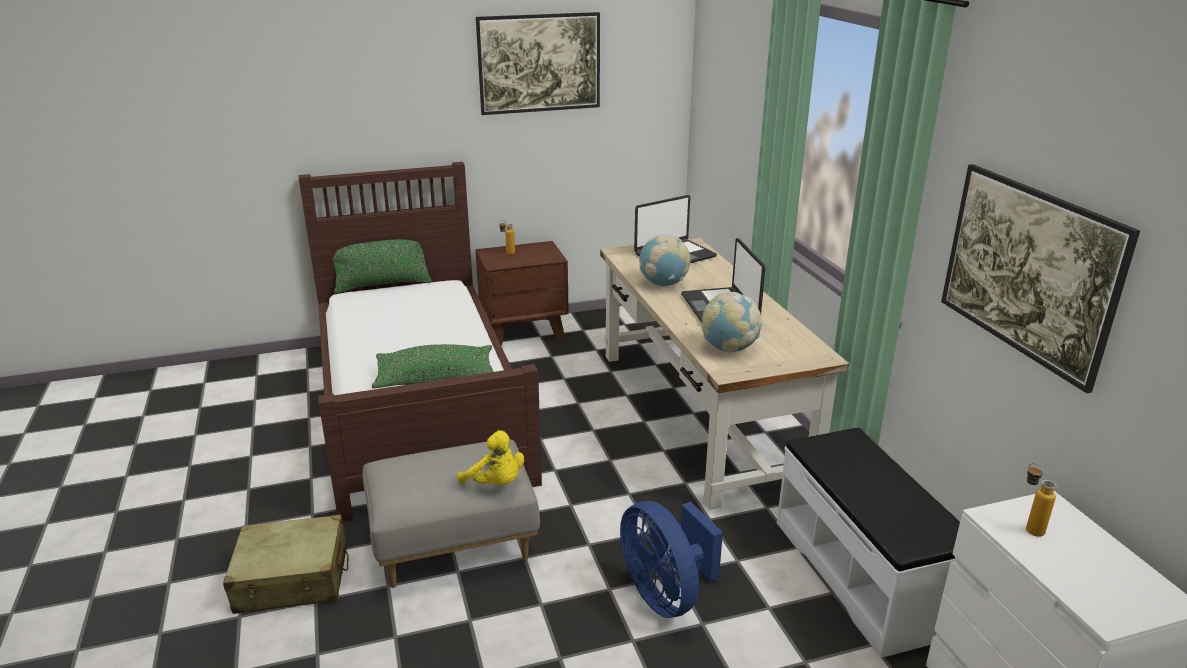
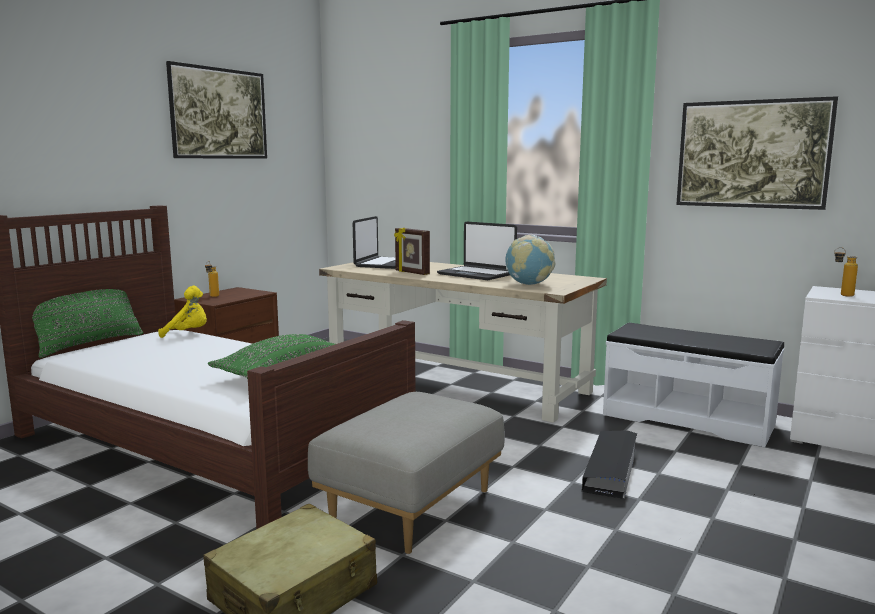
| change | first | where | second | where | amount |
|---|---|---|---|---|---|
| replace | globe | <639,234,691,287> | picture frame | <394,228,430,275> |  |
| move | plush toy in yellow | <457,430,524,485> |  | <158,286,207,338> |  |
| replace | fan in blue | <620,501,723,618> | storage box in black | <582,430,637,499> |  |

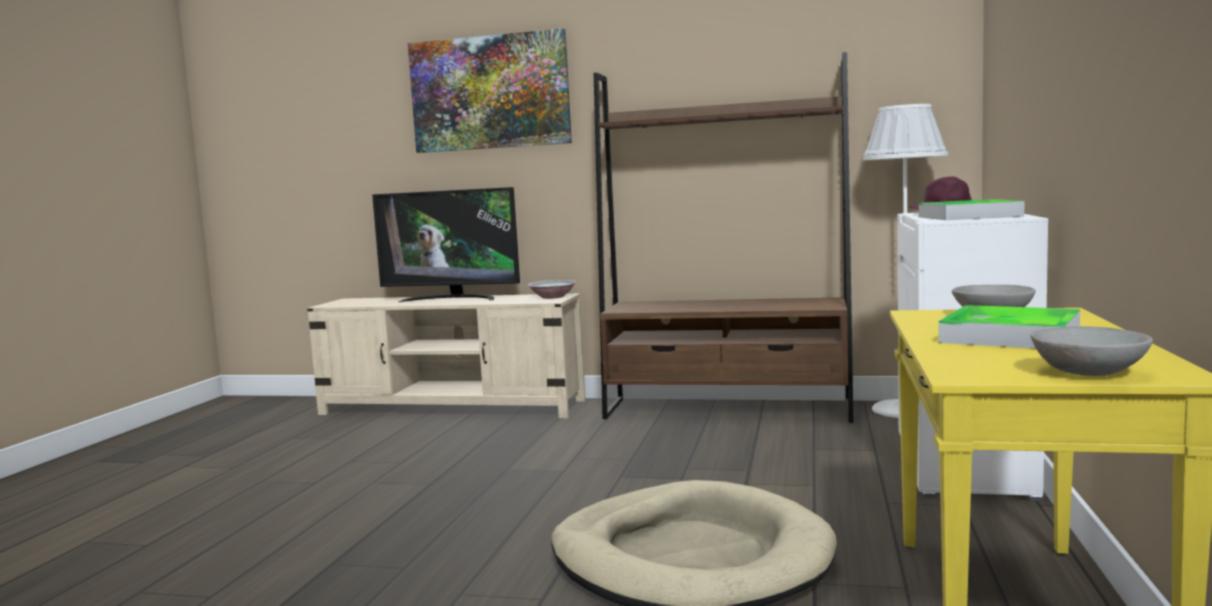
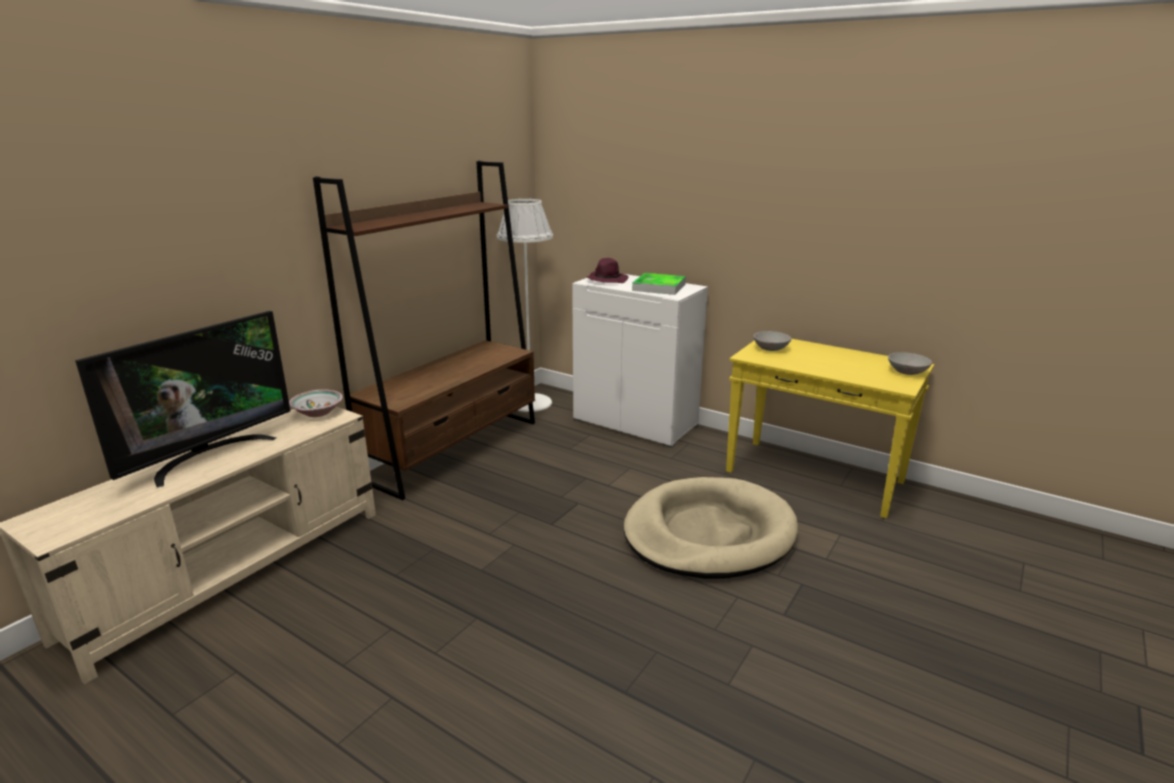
| change | first | where | second | where | amount |
|---|---|---|---|---|---|
| delete | picture | <408,28,572,153> |  |  |  |
| delete | tray | <939,305,1080,349> |  |  |  |

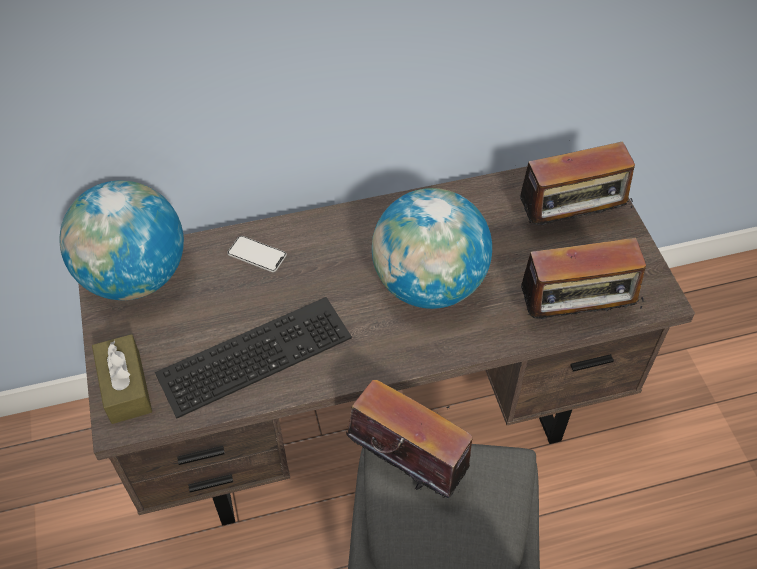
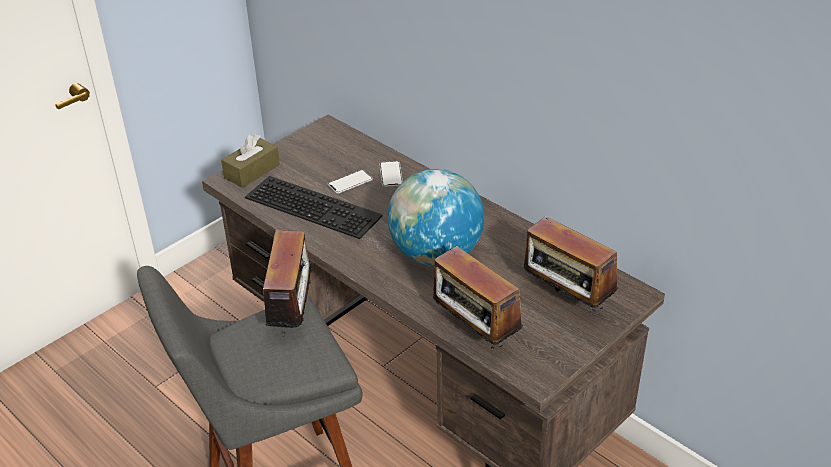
| change | first | where | second | where | amount |
|---|---|---|---|---|---|
| delete | globe | <59,181,184,300> |  |  |  |
| insert |  |  | phone | <328,170,373,194> |  |

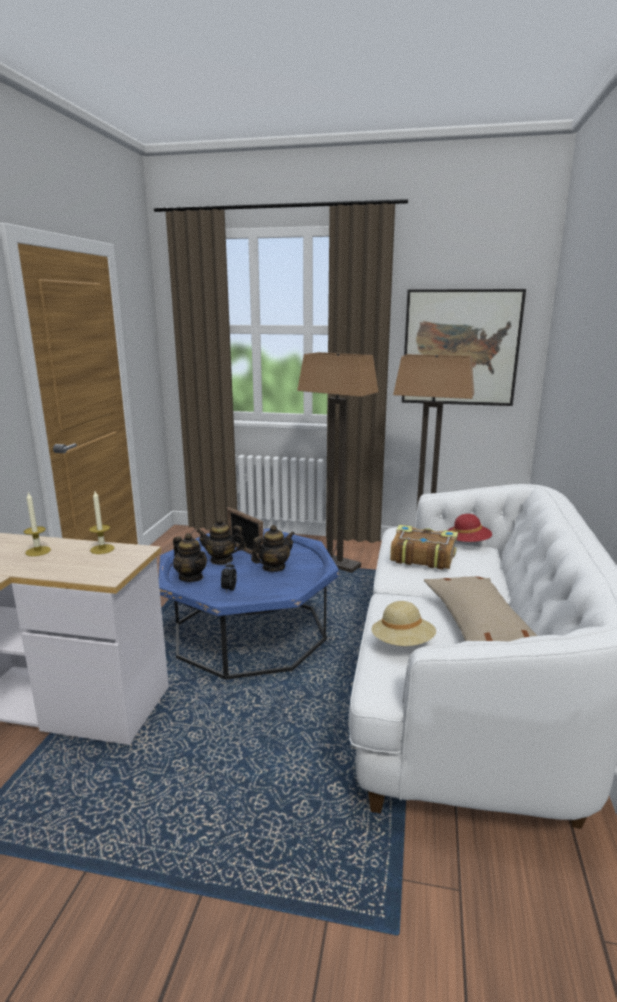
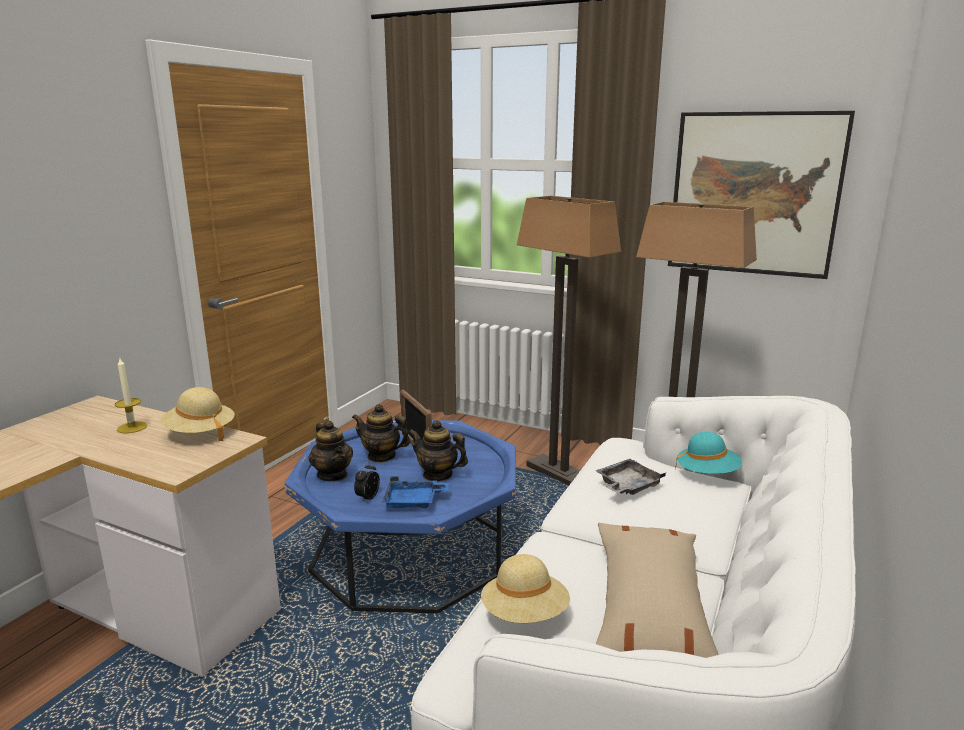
| change | first | where | second | where | amount |
|---|---|---|---|---|---|
| replace | candle | <89,491,115,554> | hat in beige | <160,387,235,441> |  |
| recolor | hat in red | <447,514,492,542> | hat in turquoise | <675,432,742,474> |  |
| rotate | teapot | <251,525,295,572> |  | <409,420,468,482> | 135 degrees counterclockwise |
| replace | book | <390,525,458,570> | tray in grey | <596,459,666,495> |  |
| insert |  |  | tray in blue | <382,476,449,508> |  |

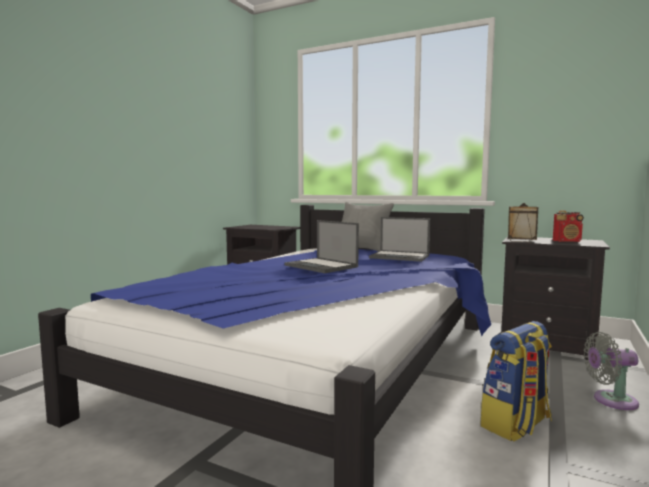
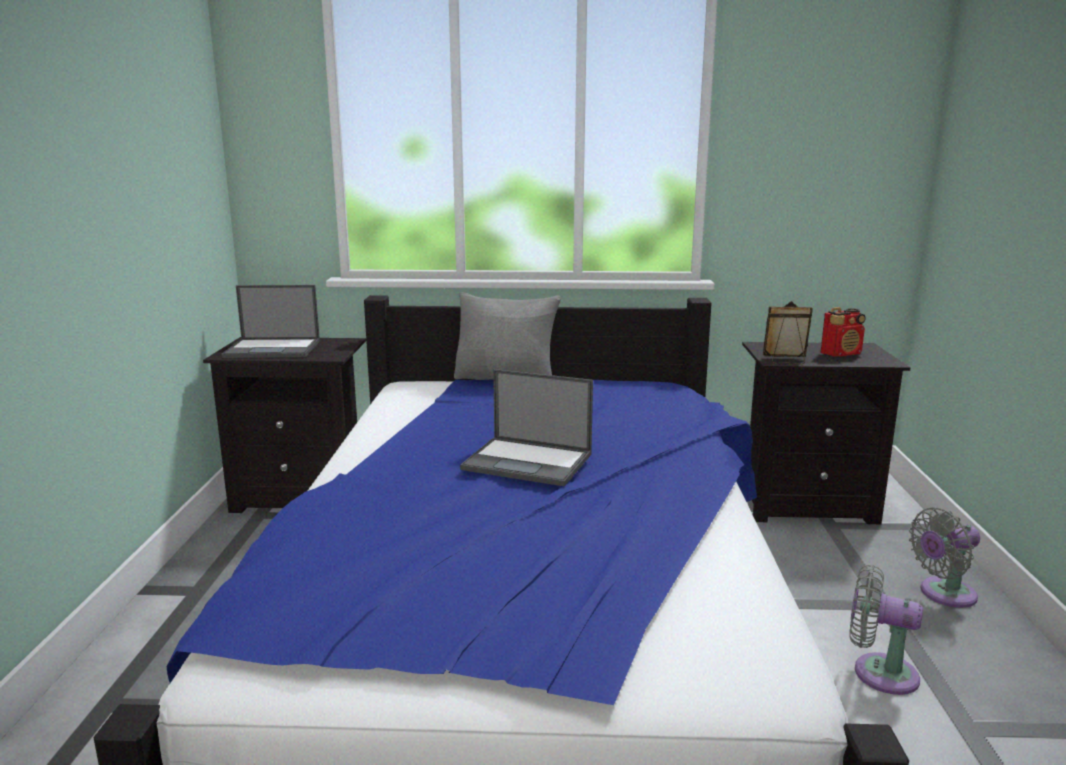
| change | first | where | second | where | amount |
|---|---|---|---|---|---|
| move | laptop | <369,217,430,262> |  | <221,285,320,358> |  |
| replace | backpack | <480,321,552,442> | fan in grey | <849,565,923,695> |  |

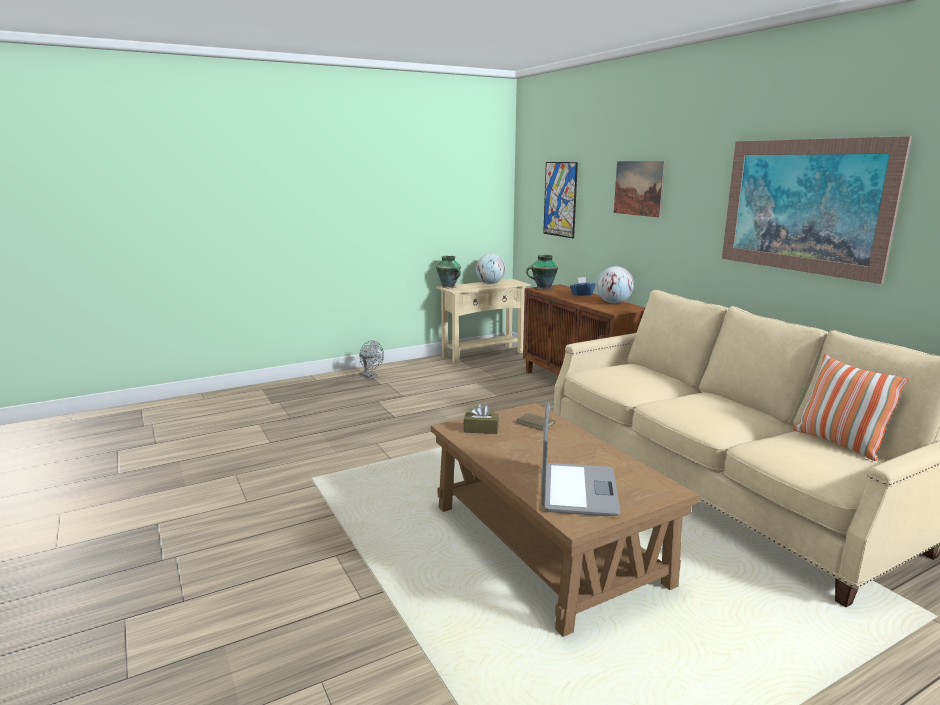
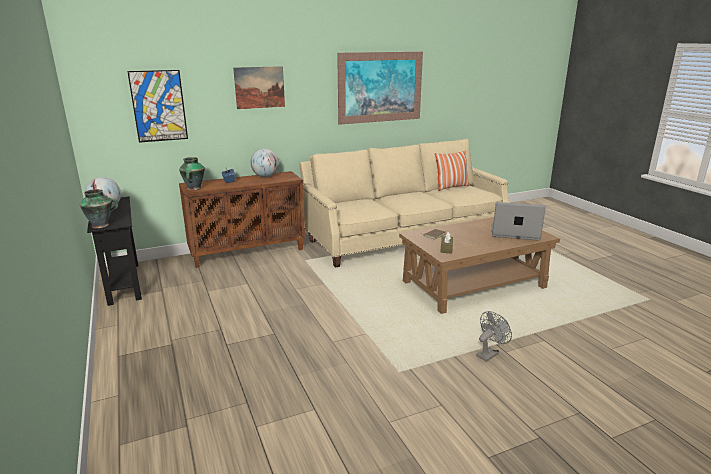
| change | first | where | second | where | amount |
|---|---|---|---|---|---|
| recolor | console table in beige | <436,279,531,364> | console table in black | <87,197,142,306> |  |
| move | fan in grey | <359,340,384,379> |  | <476,311,512,362> |  |

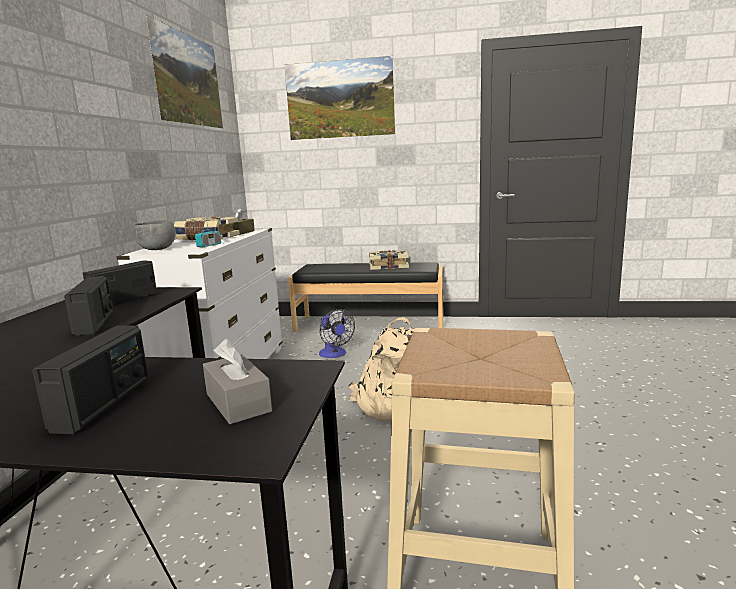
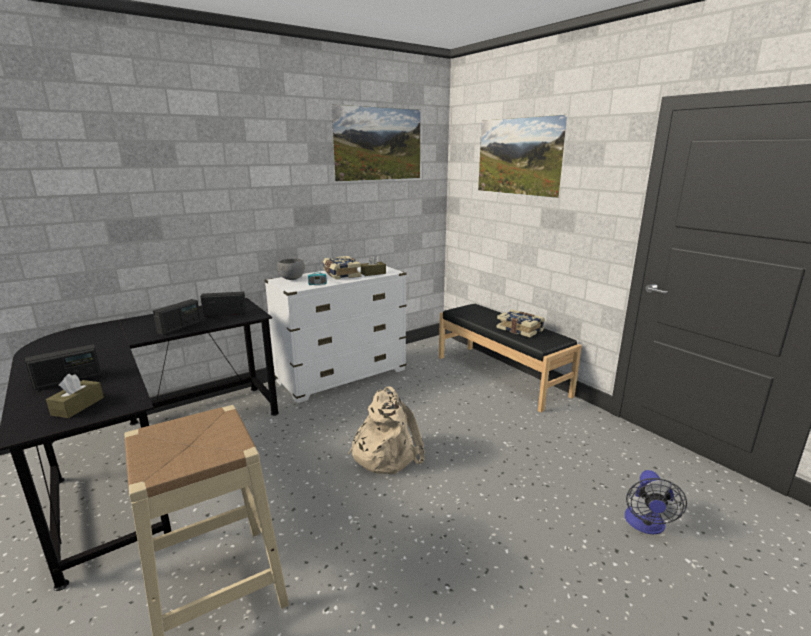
| change | first | where | second | where | amount |
|---|---|---|---|---|---|
| move | fan | <319,309,355,358> |  | <625,470,687,535> |  |
| recolor | tissue box in grey | <203,339,273,424> | tissue box in brown | <46,374,104,418> |  |

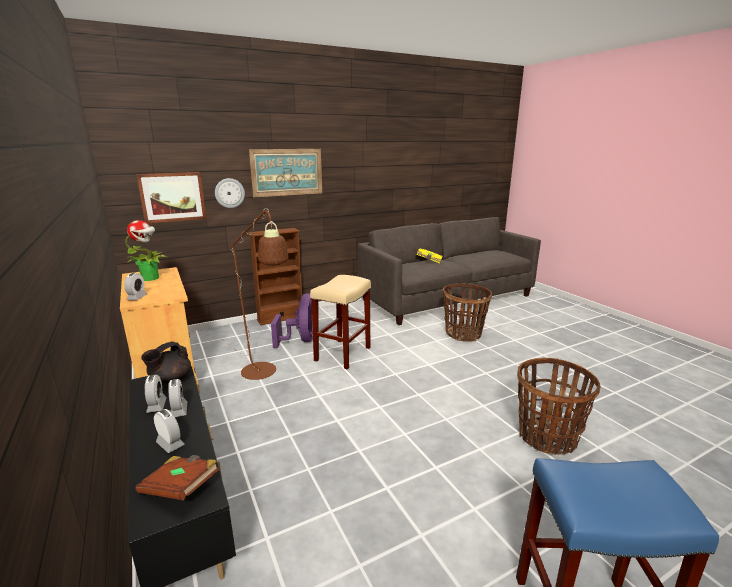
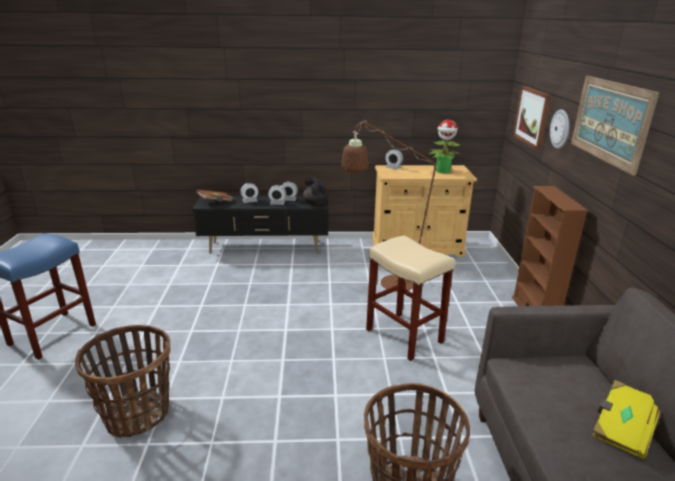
| change | first | where | second | where | amount |
|---|---|---|---|---|---|
| delete | fan in purple | <271,293,313,348> |  |  |  |

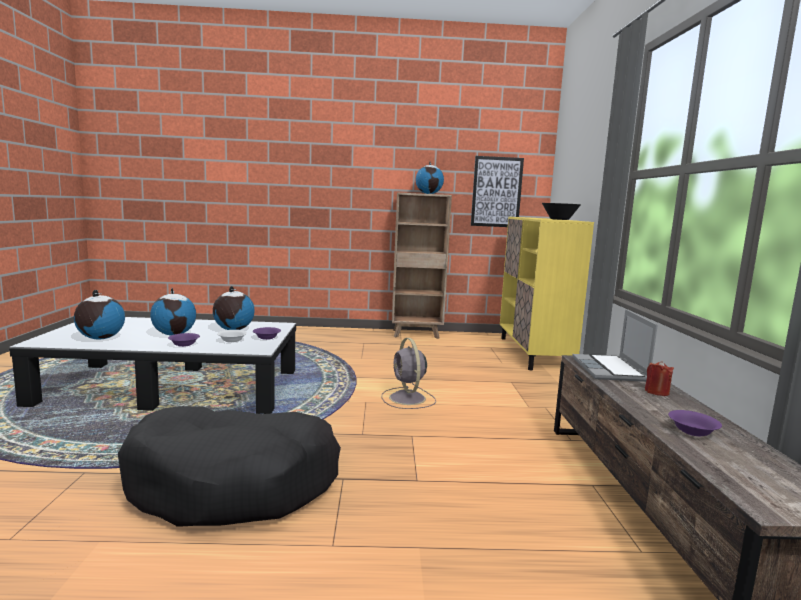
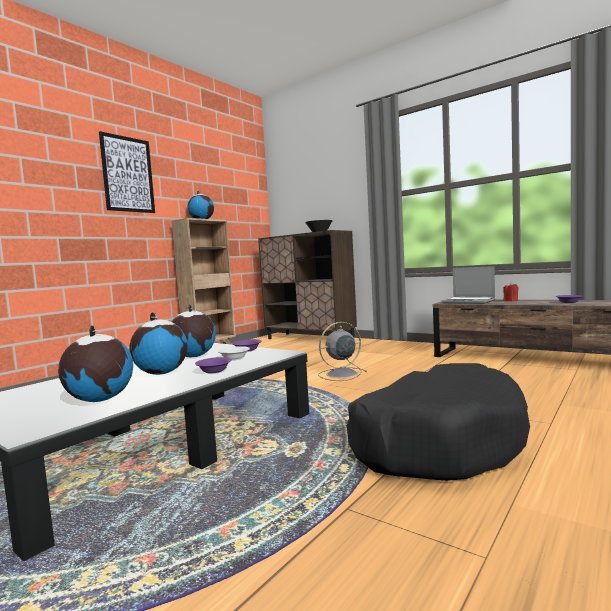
| change | first | where | second | where | amount |
|---|---|---|---|---|---|
| move | picture | <471,156,524,227> |  | <99,131,155,213> |  |
| recolor | cabinet in yellow | <500,217,594,370> | cabinet in brown | <258,230,357,339> |  |
| rotate | fan in grey | <382,338,436,409> |  | <318,322,368,381> | 135 degrees clockwise |

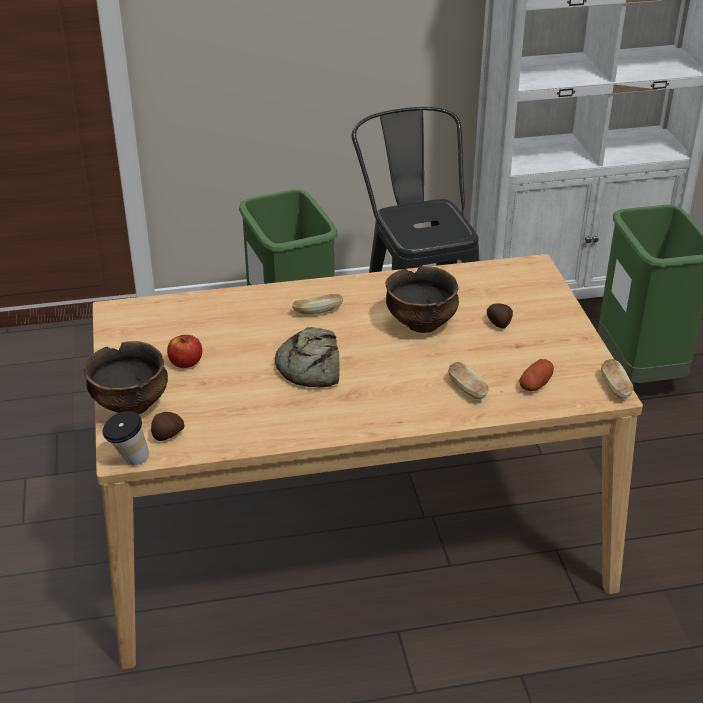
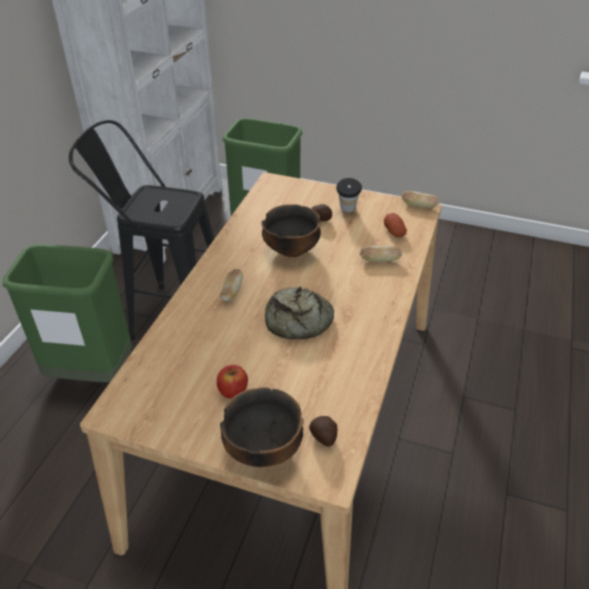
| change | first | where | second | where | amount |
|---|---|---|---|---|---|
| move | cup | <102,411,149,465> |  | <336,178,362,212> |  |

